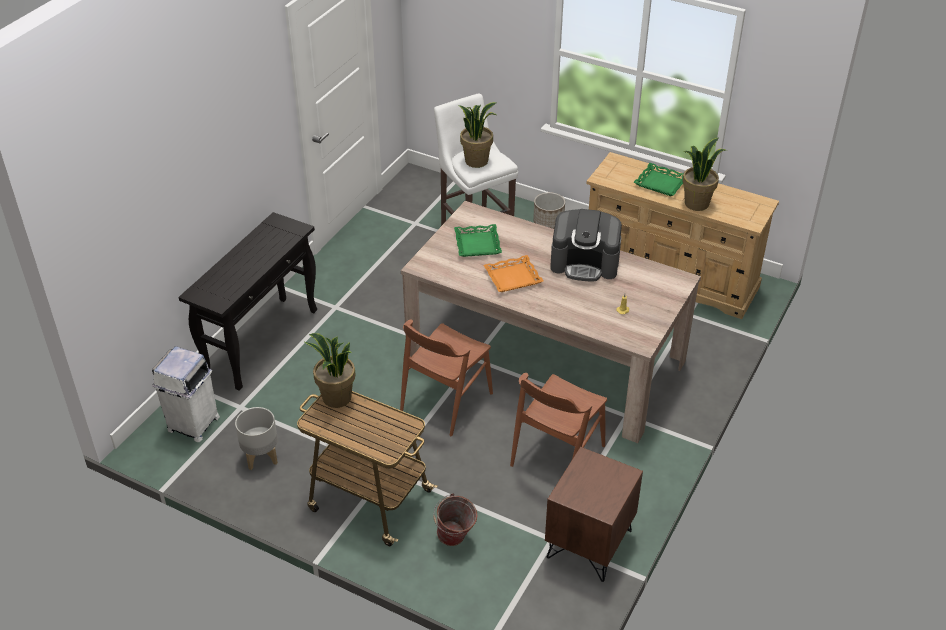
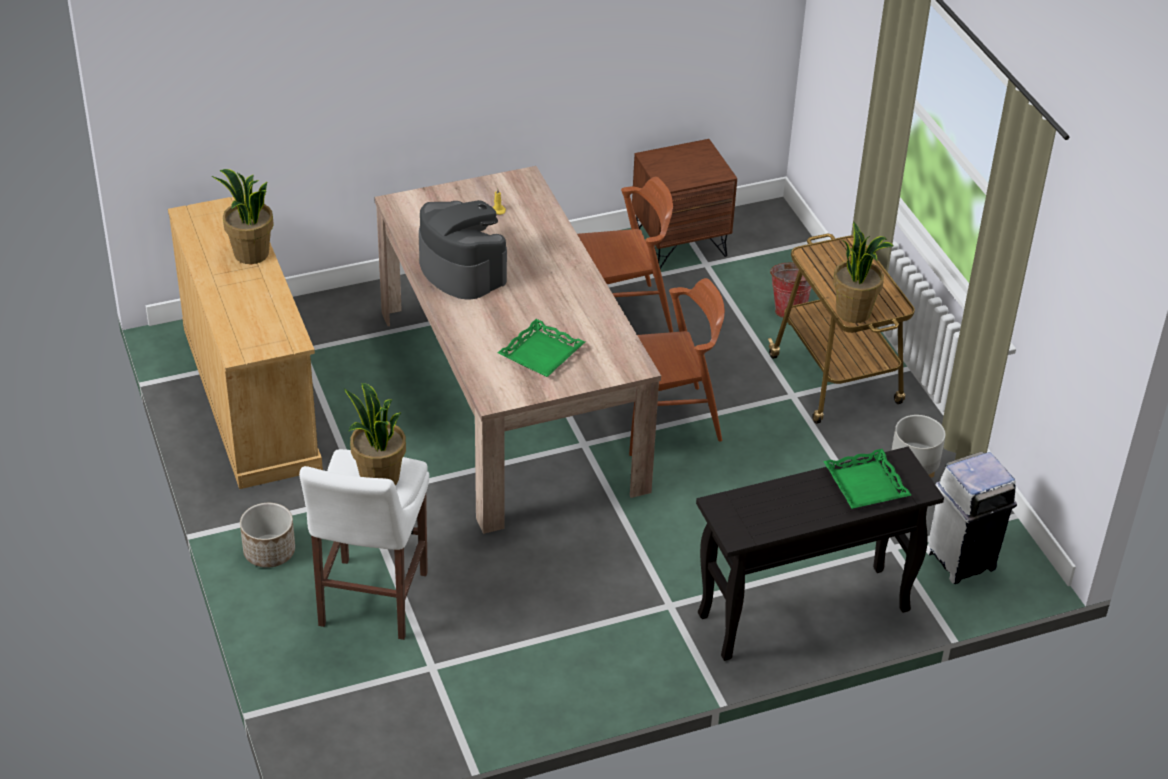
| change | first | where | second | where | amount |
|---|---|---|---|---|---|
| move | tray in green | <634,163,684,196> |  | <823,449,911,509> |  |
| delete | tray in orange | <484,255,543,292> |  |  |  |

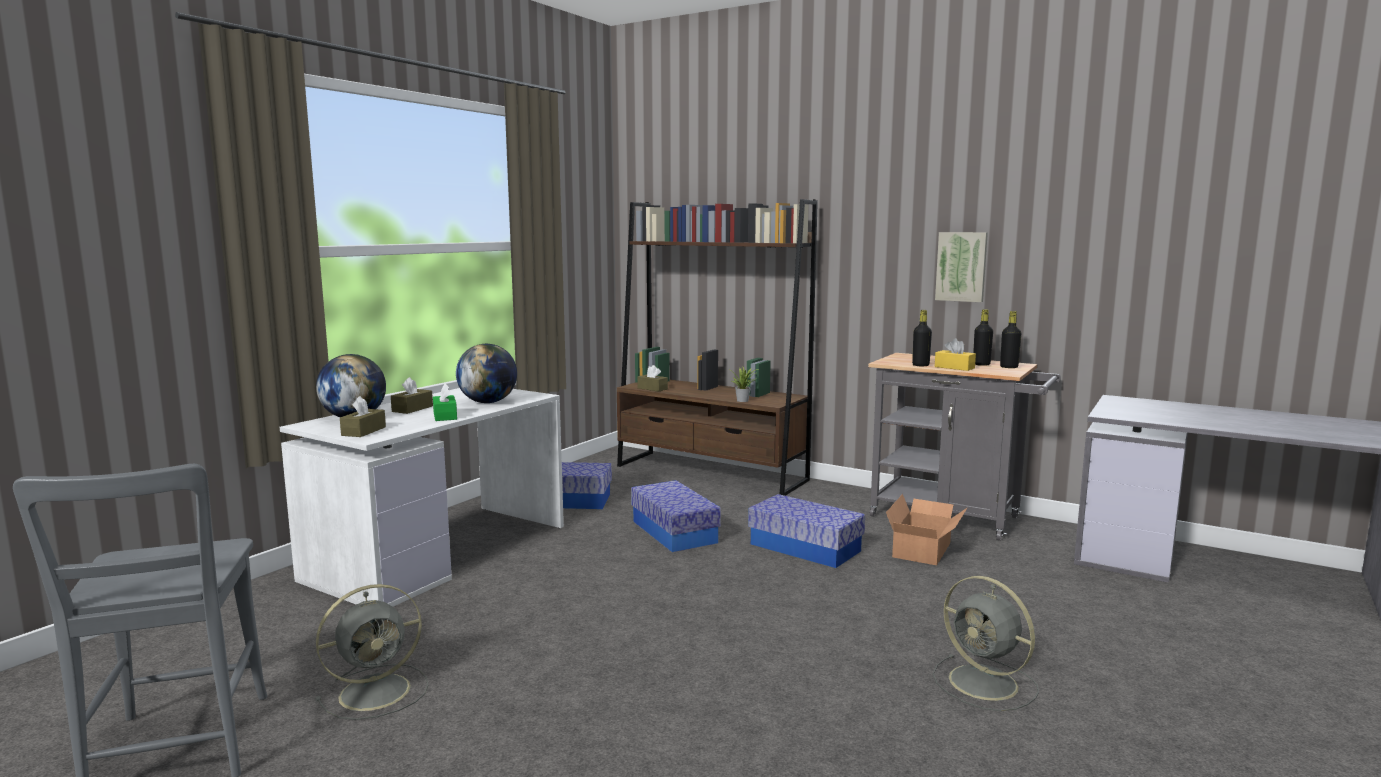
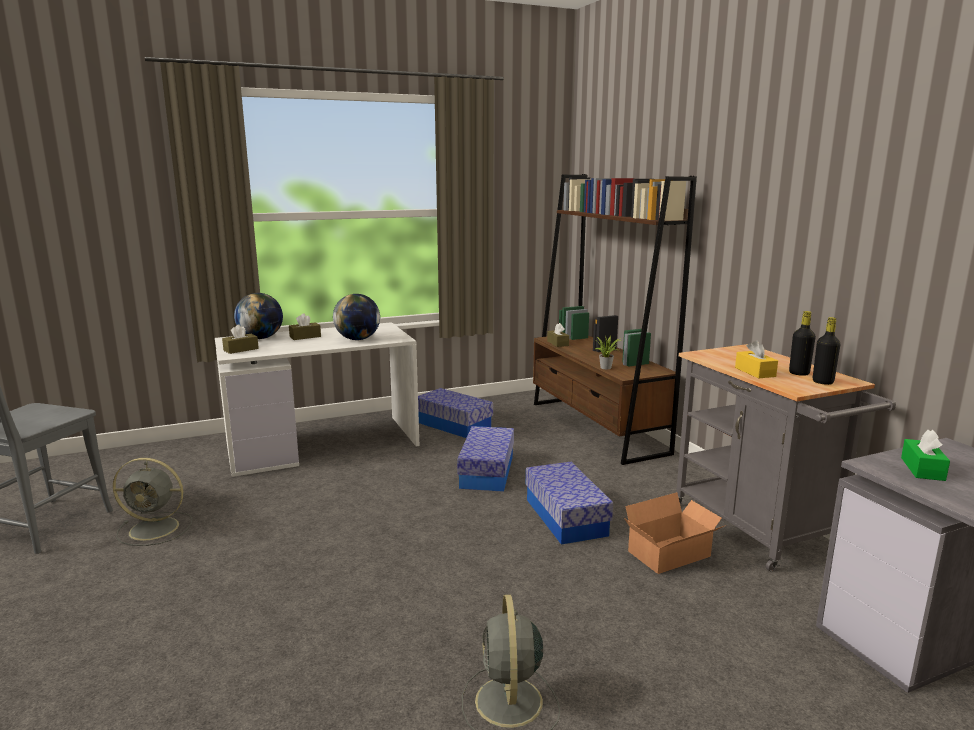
| change | first | where | second | where | amount |
|---|---|---|---|---|---|
| delete | picture | <935,232,988,302> |  |  |  |
| delete | bottle in black | <912,310,932,366> |  |  |  |
| move | tissue box in green | <433,384,457,421> |  | <901,430,950,481> |  |

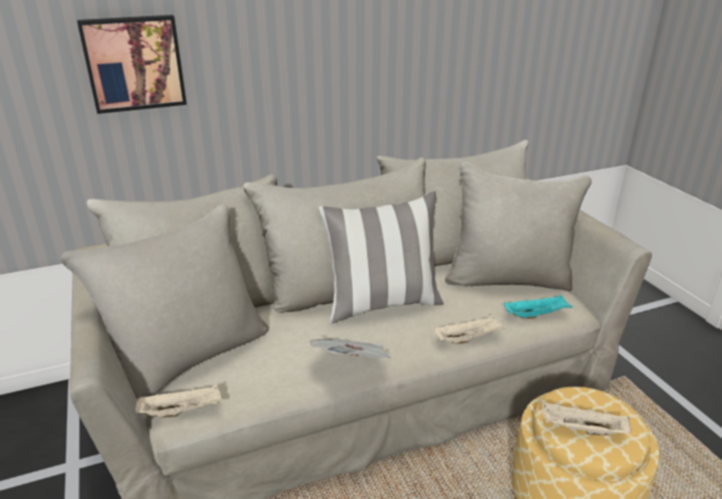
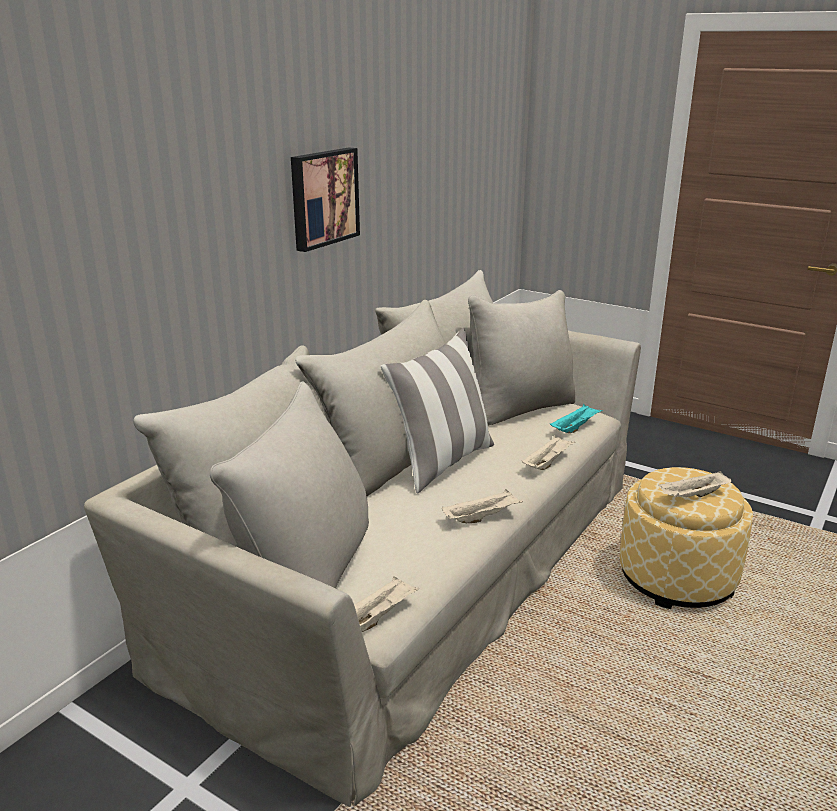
| change | first | where | second | where | amount |
|---|---|---|---|---|---|
| move | picture | <77,15,187,114> |  | <291,147,360,252> |  |
| replace | newspaper | <310,338,391,358> | tray in beige | <442,489,523,523> |  |

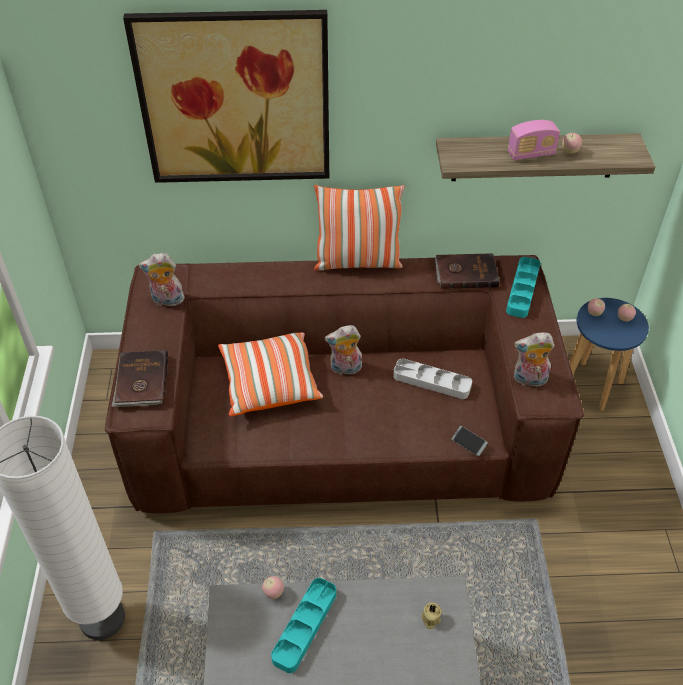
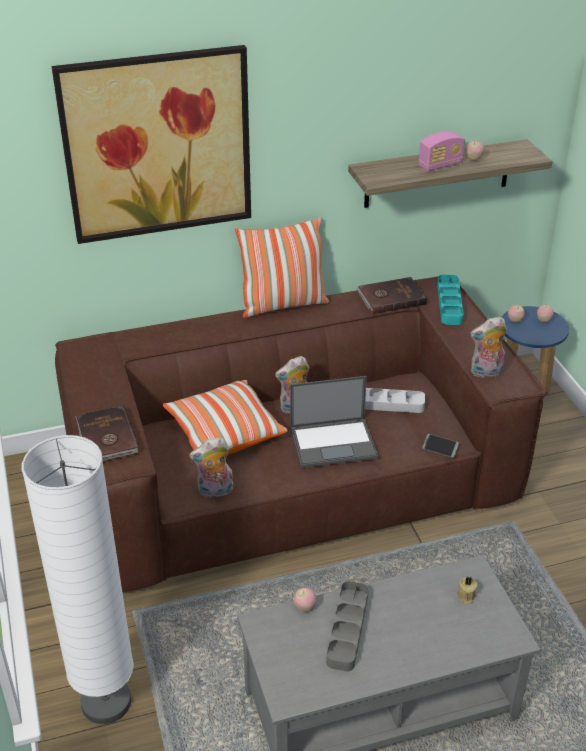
| change | first | where | second | where | amount |
|---|---|---|---|---|---|
| move | plush toy | <139,253,185,306> |  | <189,437,233,498> |  |
| recolor | tray in turquoise | <271,578,336,673> | tray in grey | <326,581,368,671> |  |
| insert |  |  | laptop | <290,376,378,468> |  |

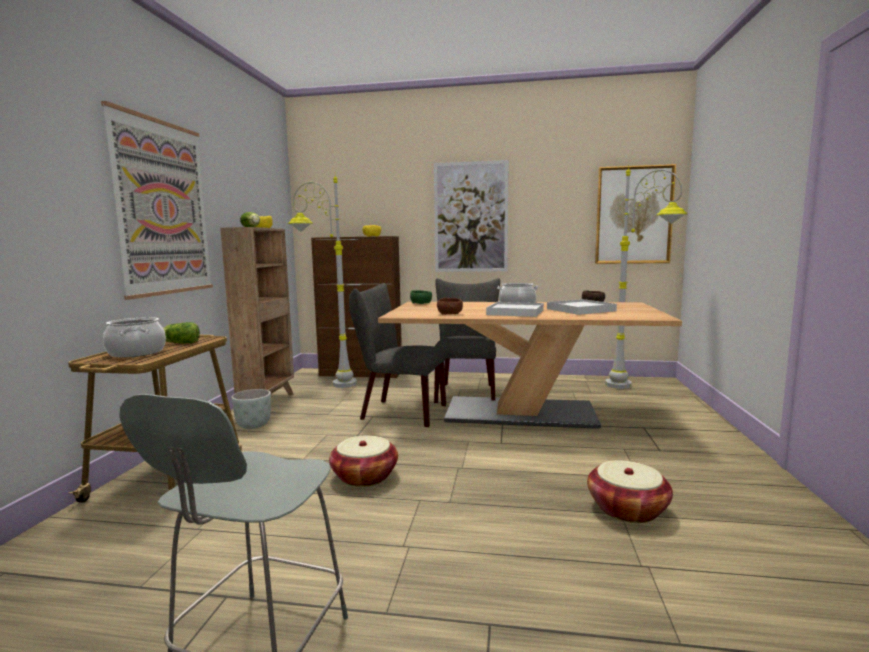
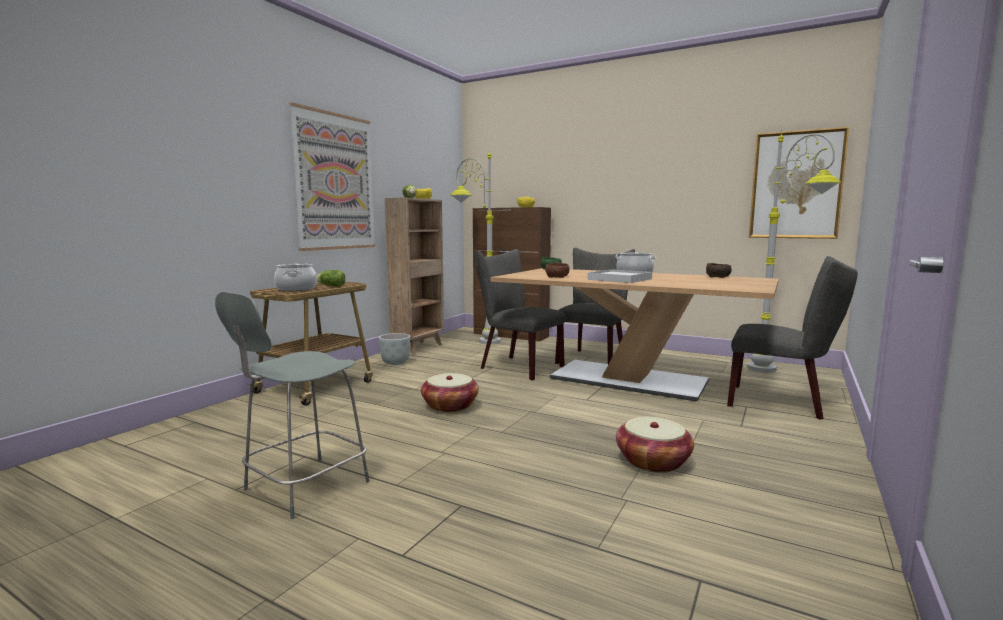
| change | first | where | second | where | amount |
|---|---|---|---|---|---|
| delete | picture | <434,160,509,272> |  |  |  |
| delete | tray in white | <547,299,617,315> |  |  |  |
| insert |  |  | chair in grey | <727,256,858,419> |  |

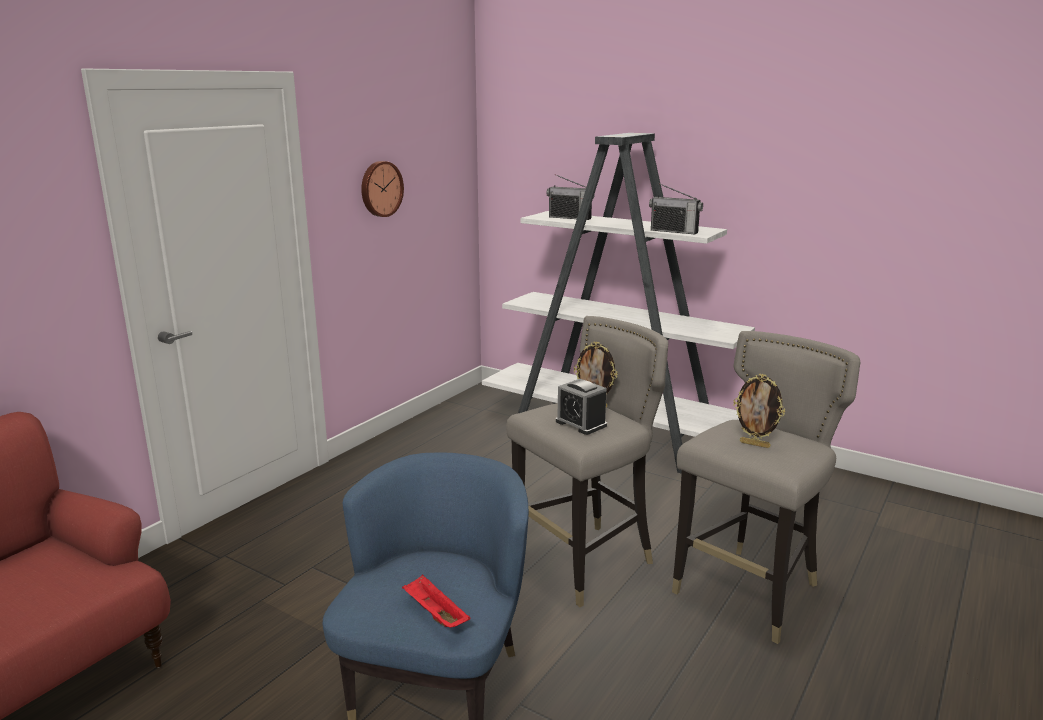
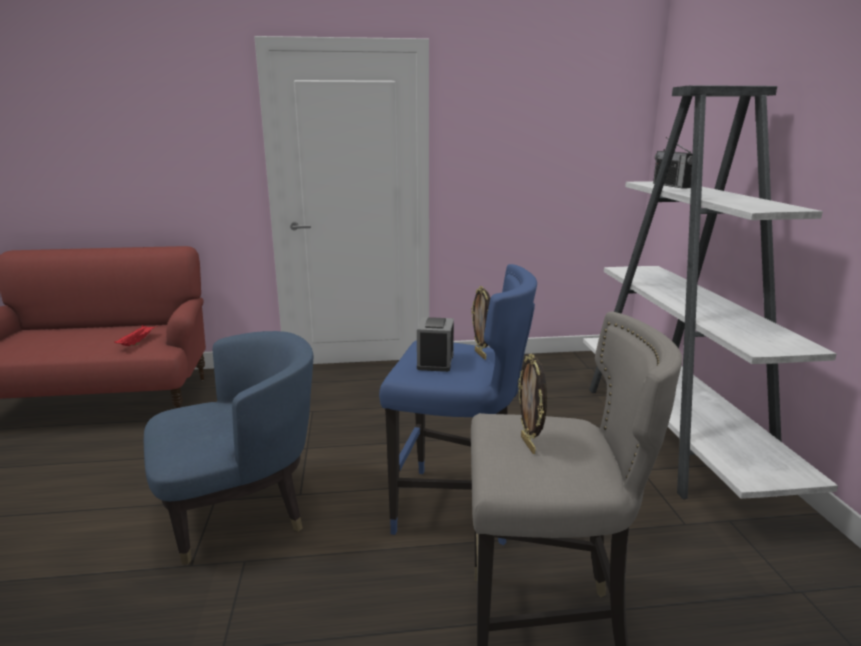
| change | first | where | second | where | amount |
|---|---|---|---|---|---|
| delete | wall clock | <361,161,404,217> |  |  |  |
| delete | radio | <649,183,703,234> |  |  |  |
| recolor | stool in grey | <506,316,668,607> | stool in blue | <379,264,537,545> |  |
| move | tray in red | <402,575,471,628> |  | <114,325,158,346> |  |

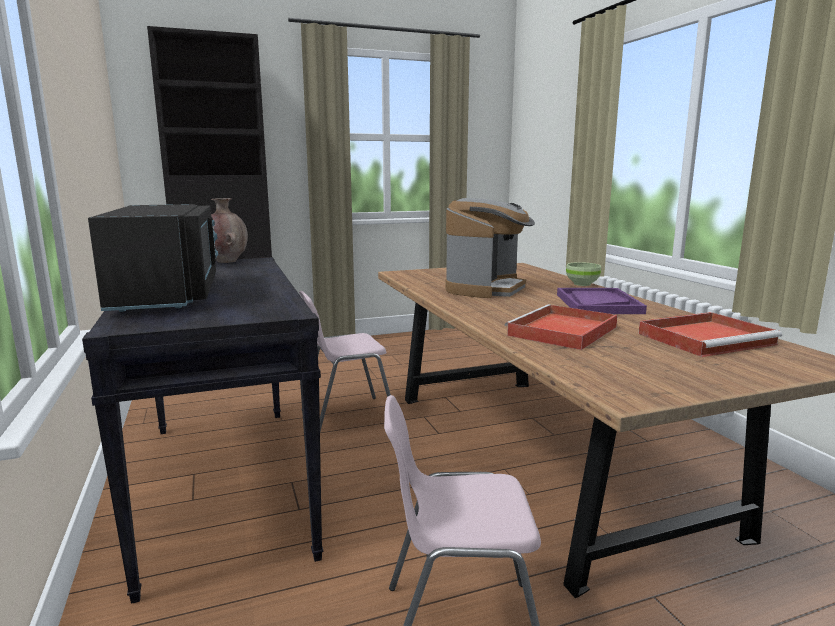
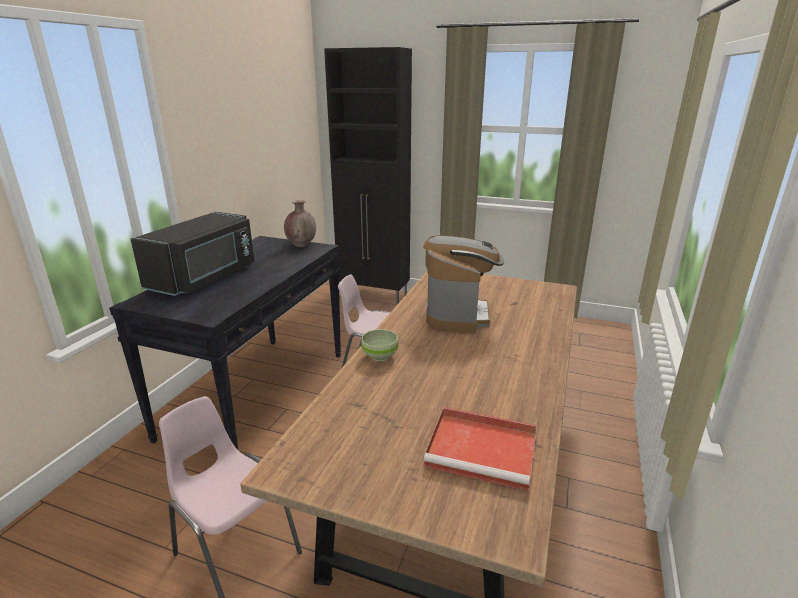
| change | first | where | second | where | amount |
|---|---|---|---|---|---|
| rotate | coffee machine | <446,198,535,298> |  | <423,235,504,332> | 60 degrees counterclockwise |
| move | bowl in green | <566,262,601,286> |  | <361,329,398,361> |  |
| delete | tray in purple | <557,288,647,314> |  |  |  |
| delete | tray in red | <505,304,618,350> |  |  |  |

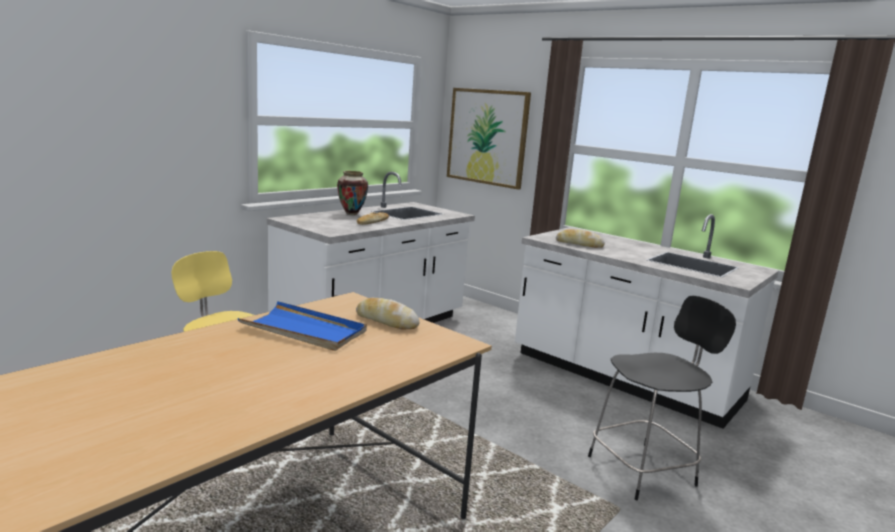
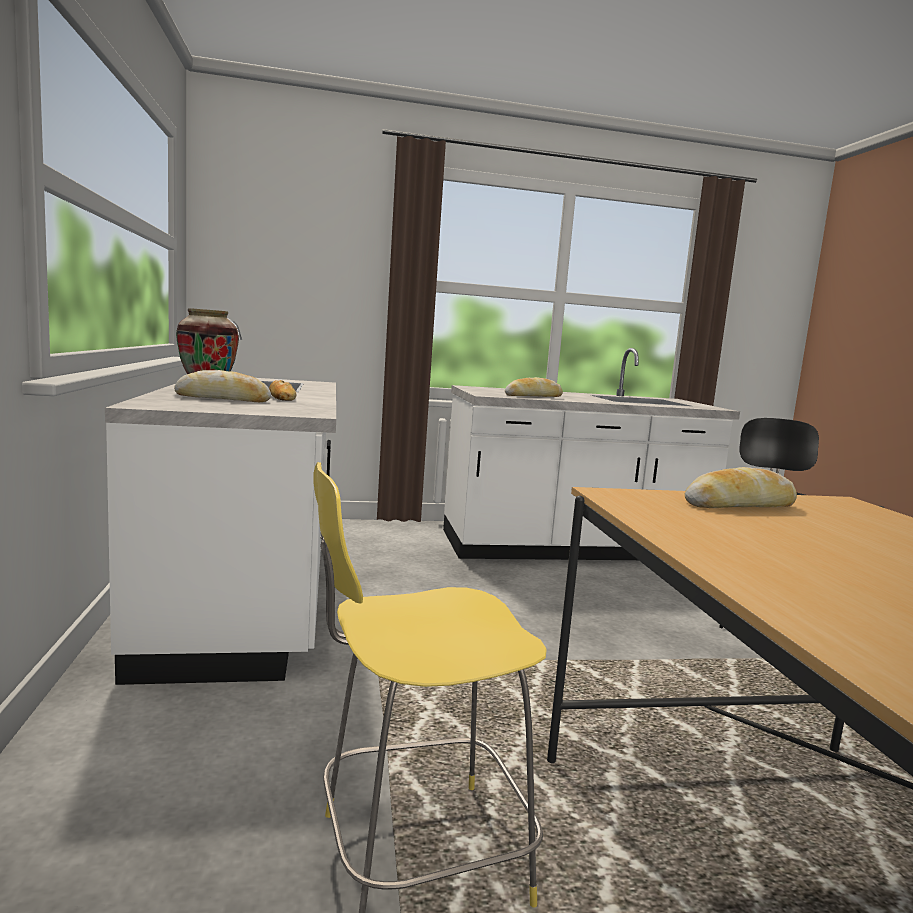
| change | first | where | second | where | amount |
|---|---|---|---|---|---|
| delete | picture | <447,88,531,190> |  |  |  |
| delete | tray in blue | <237,301,367,351> |  |  |  |
| insert |  |  | bread | <174,370,271,402> |  |

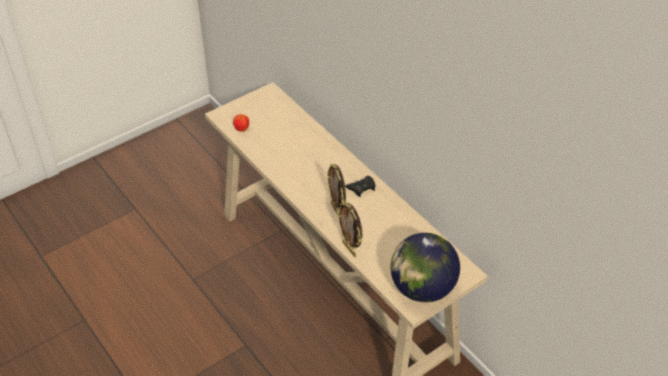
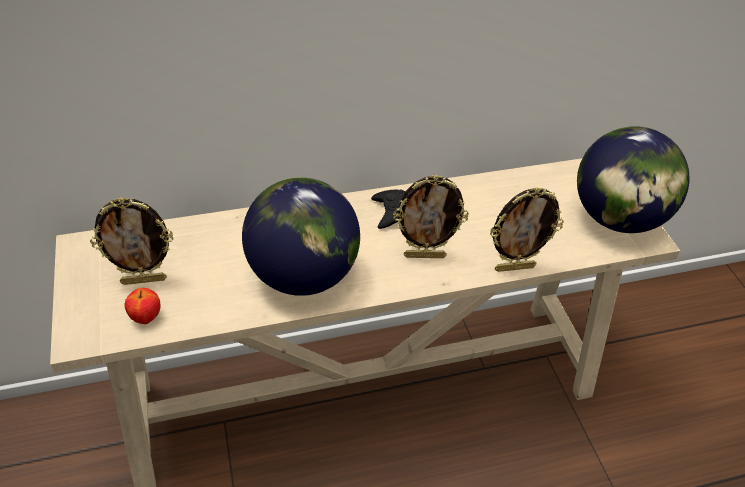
| change | first | where | second | where | amount |
|---|---|---|---|---|---|
| insert |  |  | globe | <242,177,360,296> |  |
| insert |  |  | picture frame | <90,198,174,285> |  |

